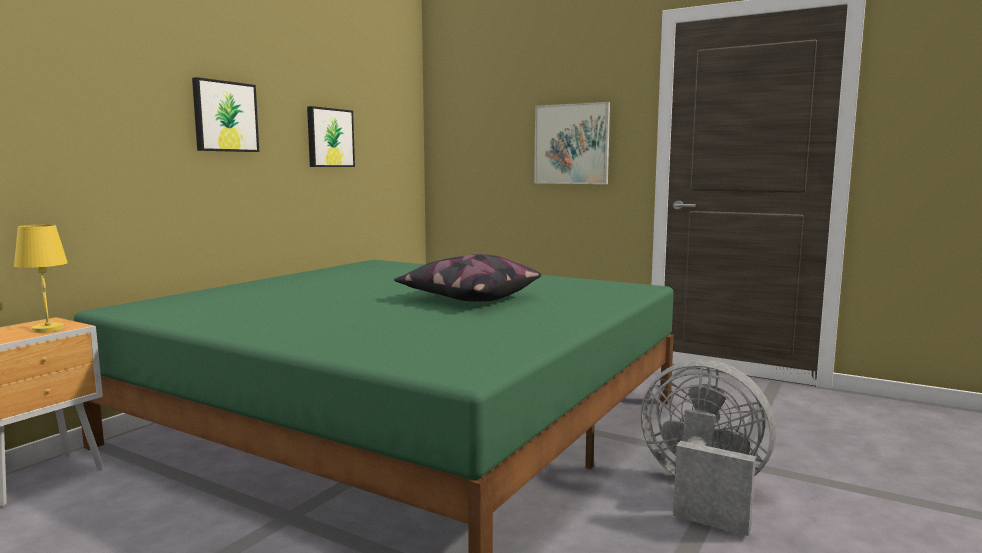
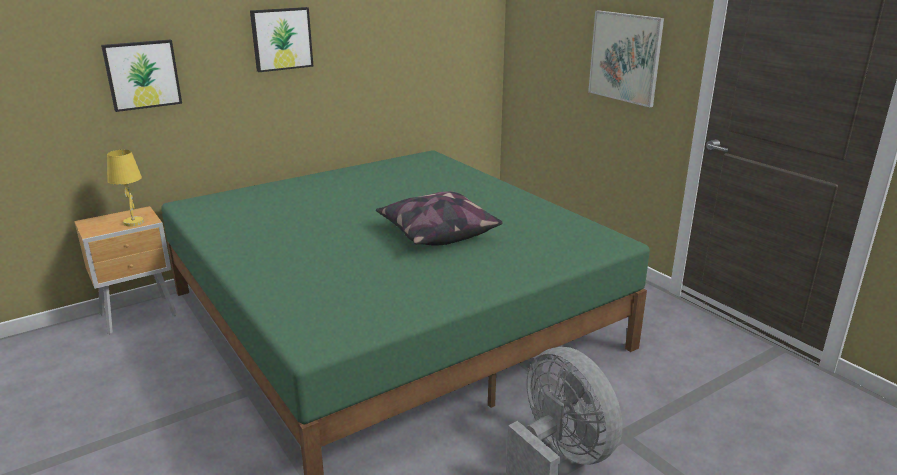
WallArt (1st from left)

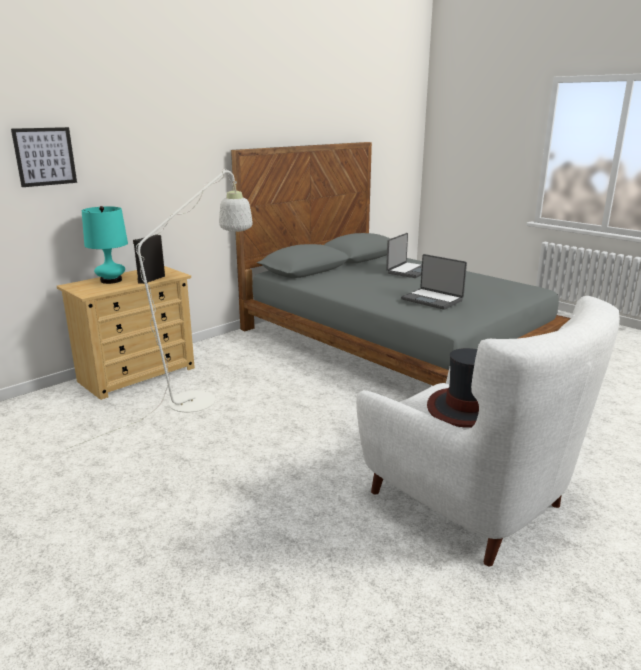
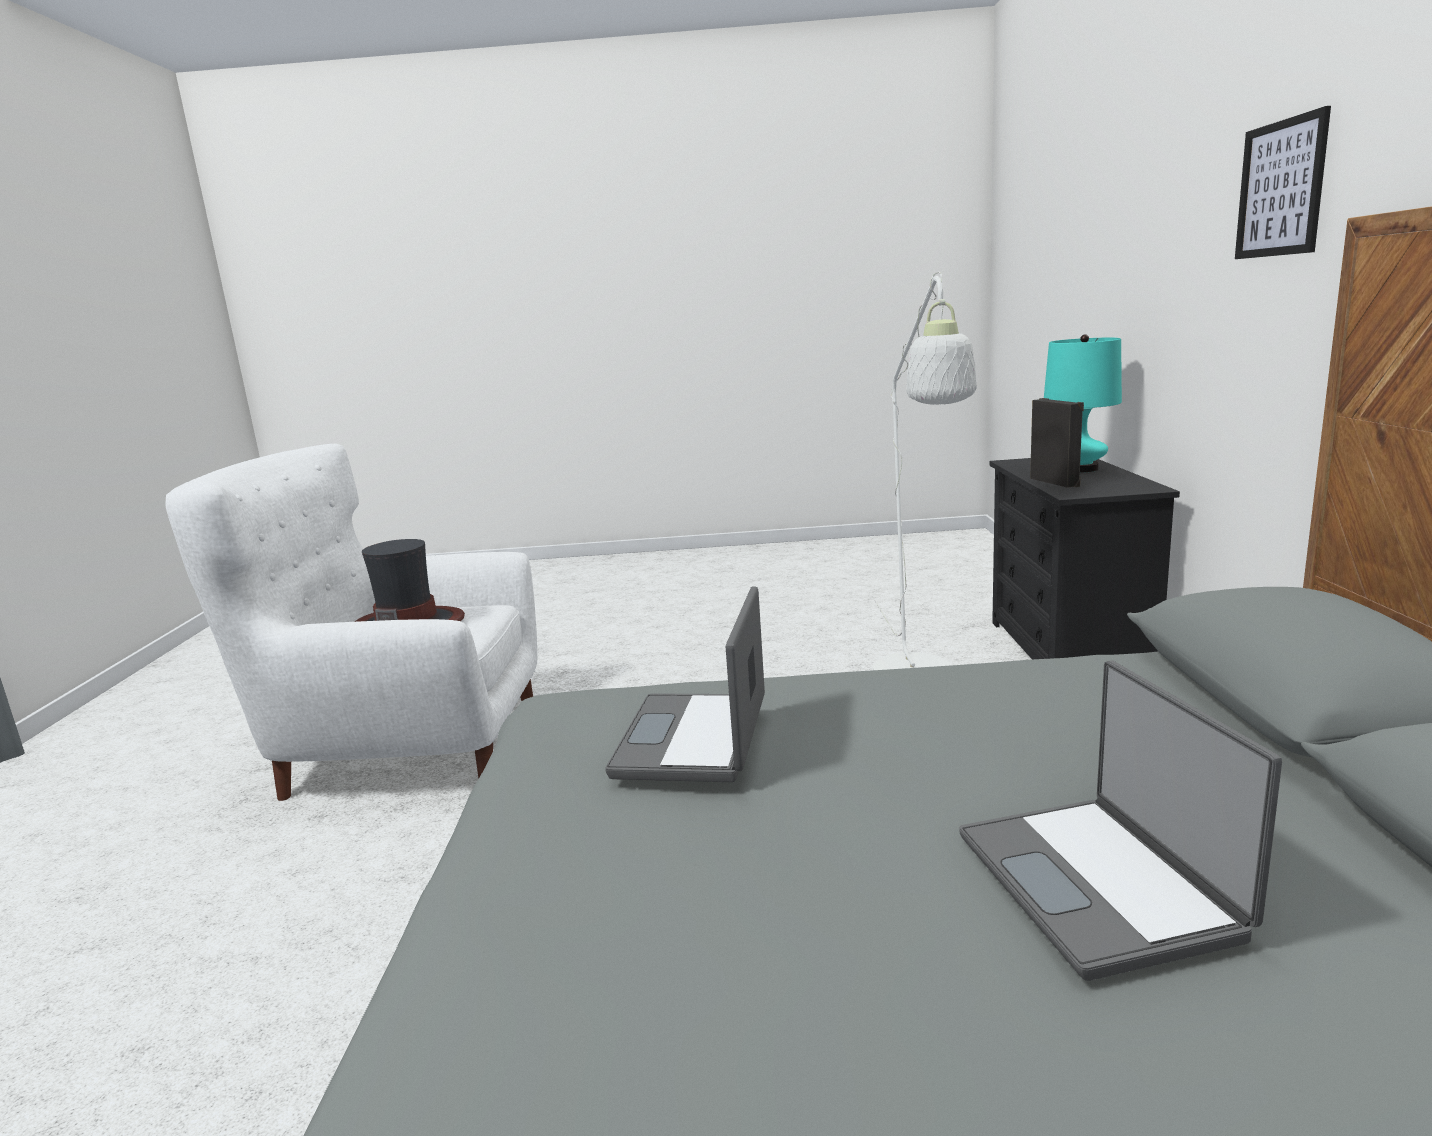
PortableComputer (1st from left)
BlackColouredChestOfDrawers
WallArt

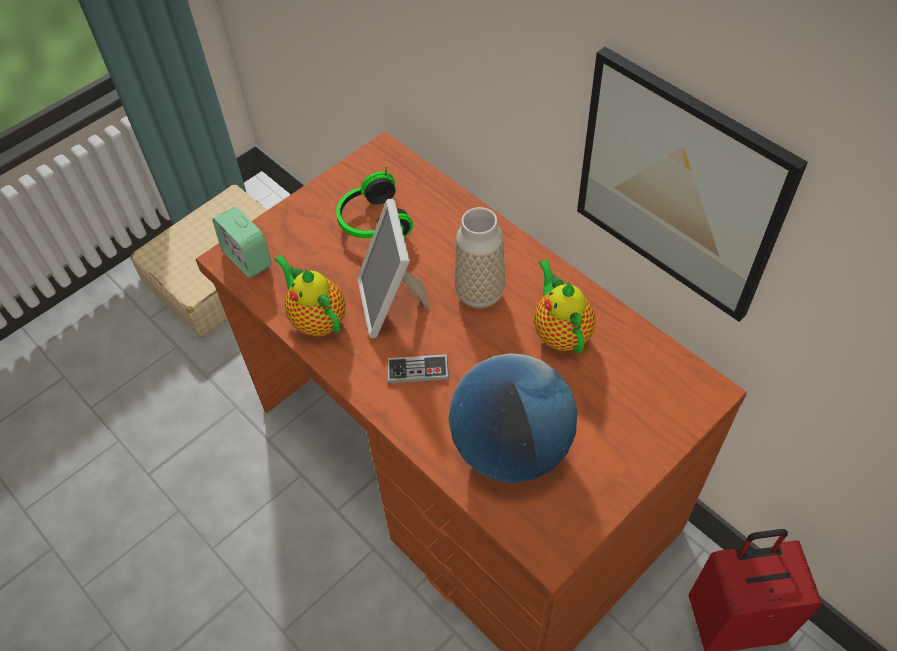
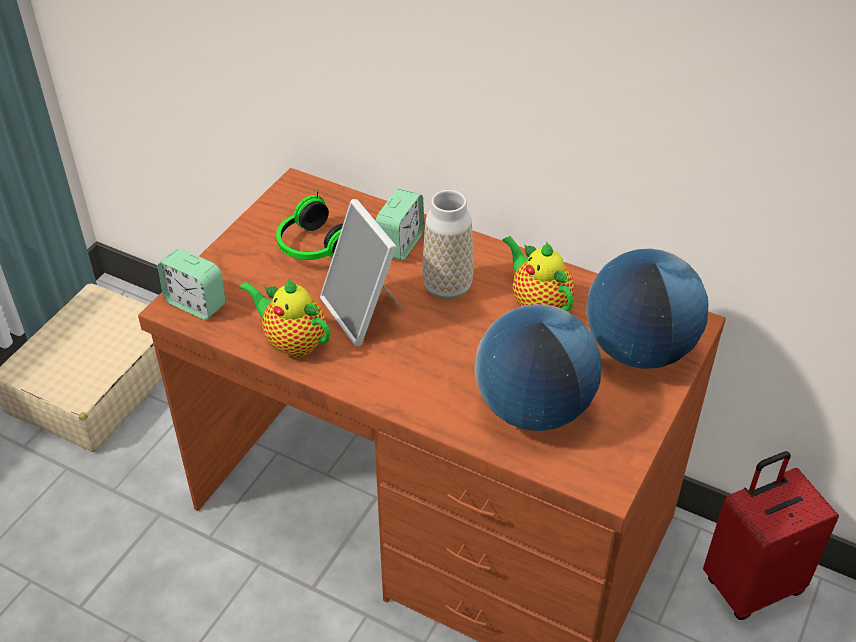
TableClock (2nd from left)
WorldGlobe (2nd from left)
Gamepad
WallArt

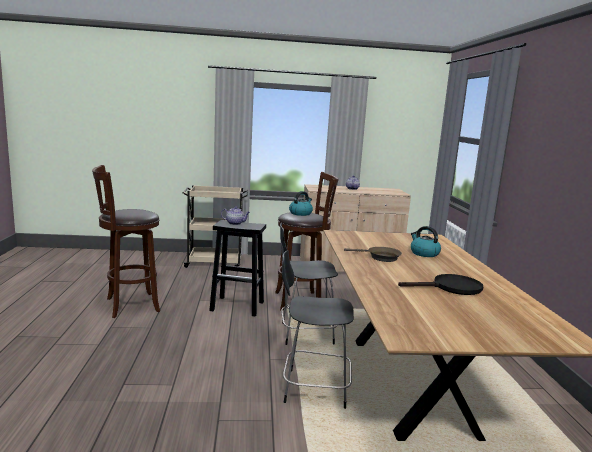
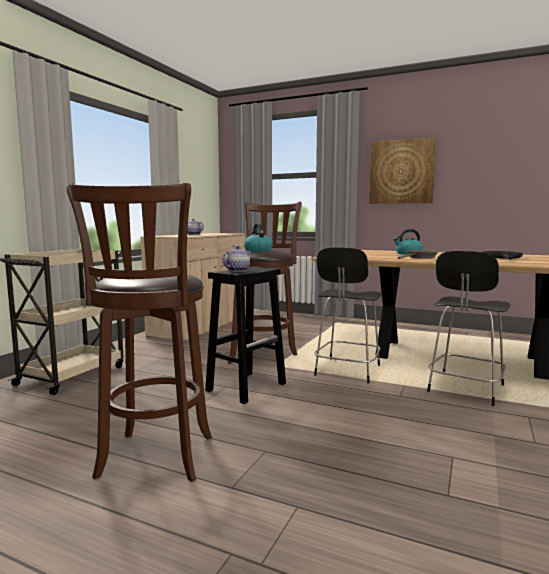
WallArt

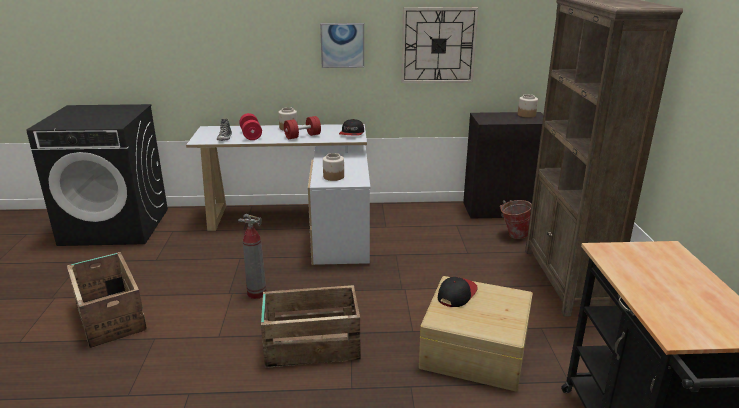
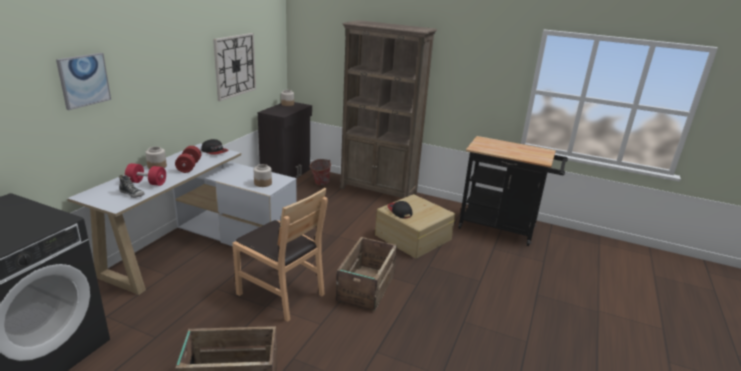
WallArt
BrownishChair

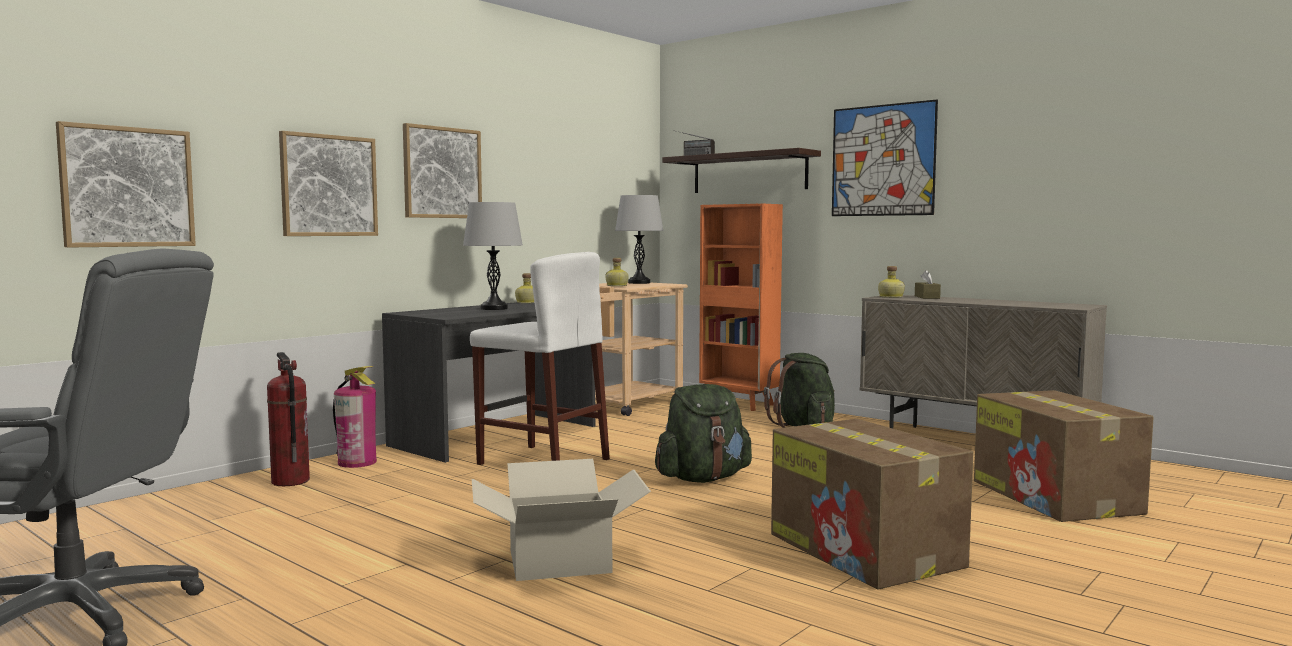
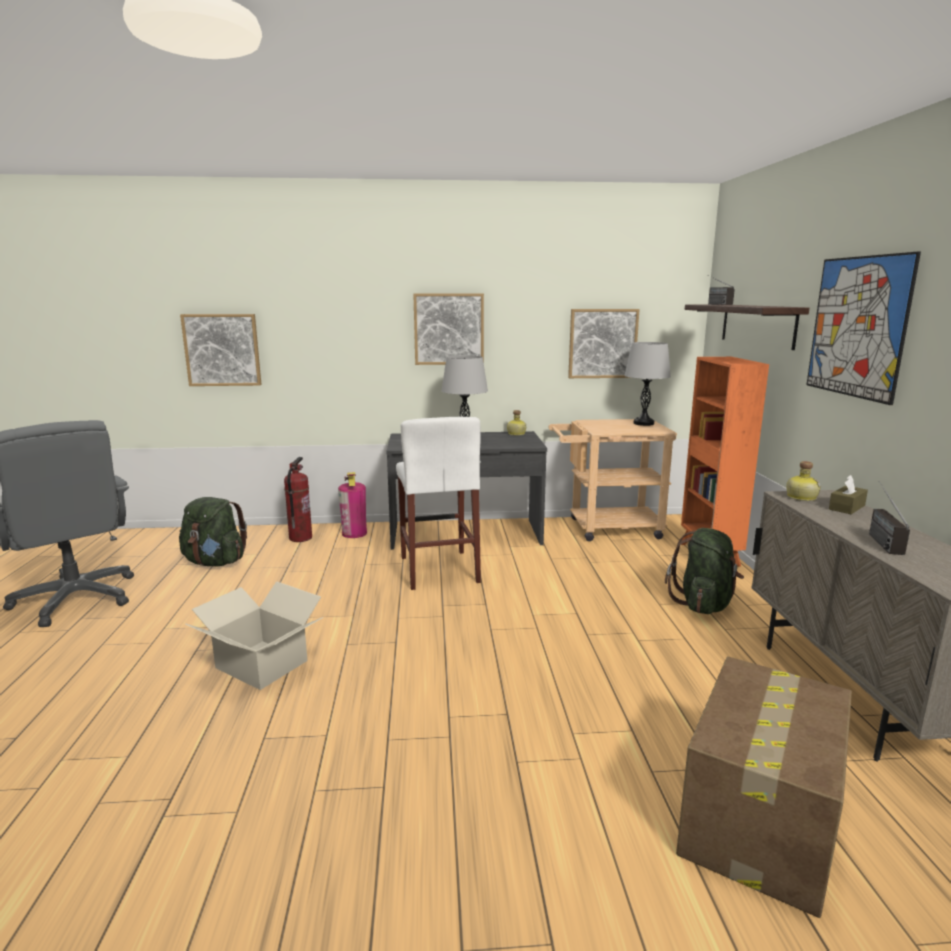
GreenishKnapsack (1st from left)
WallArt (3rd from left)
Radio (2nd from left)
DrinkBottle (2nd from left in the first image)
Carton (2nd from left in the first image)

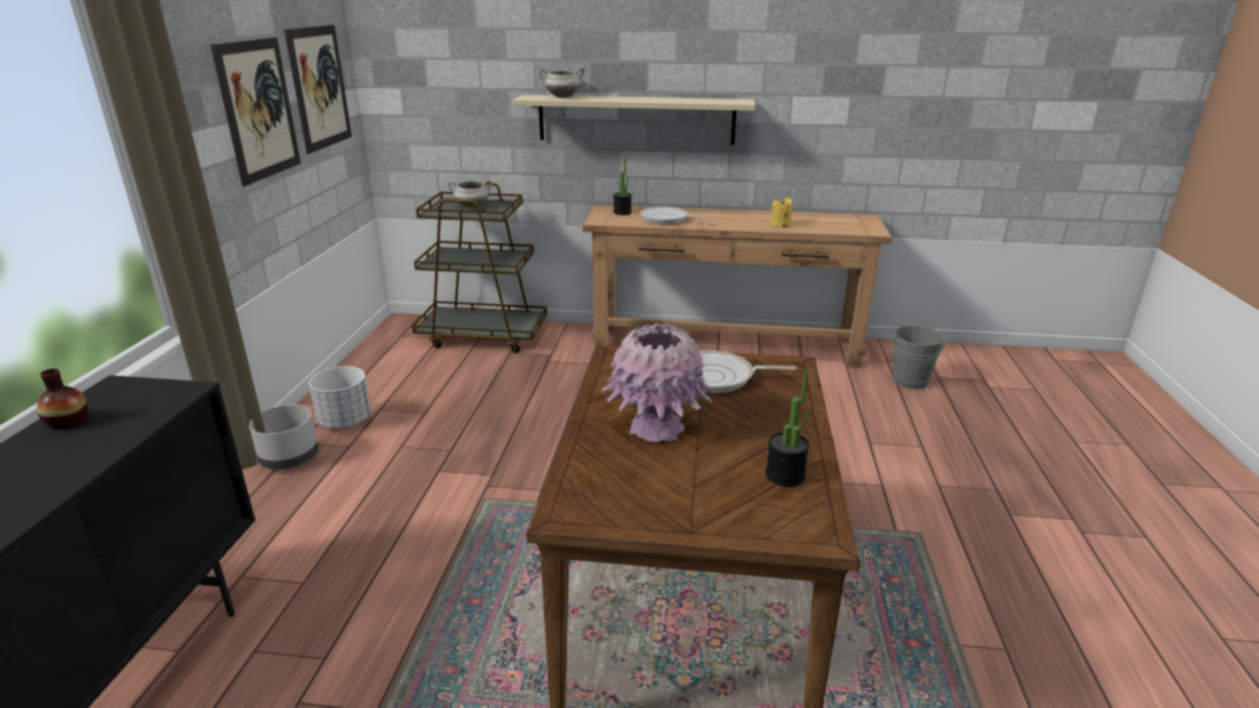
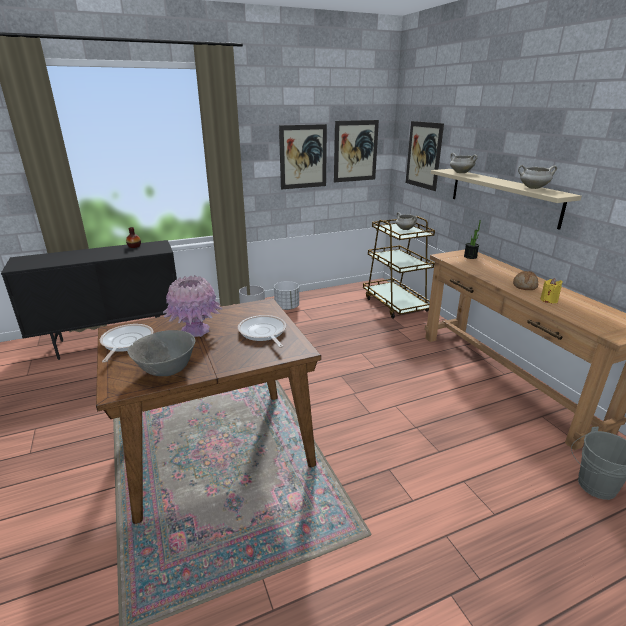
Skillet (1st from left)
GreyishServingBowl
WallArt (3rd from left)
Bread
WhiteColouredSaucepot (3rd from left)

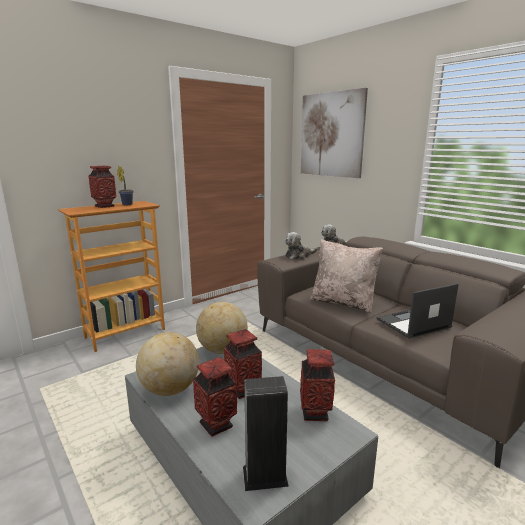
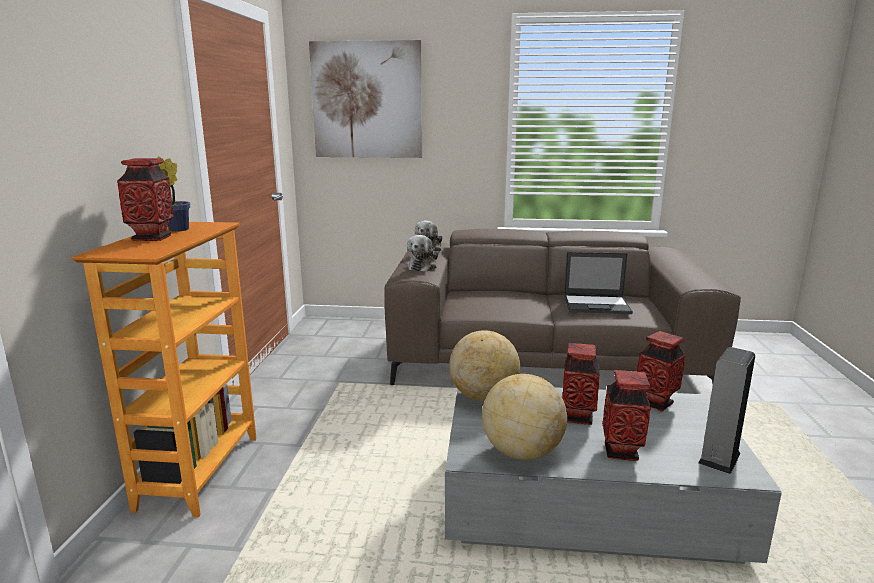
PortableComputer
BeigeColouredThrowPillow

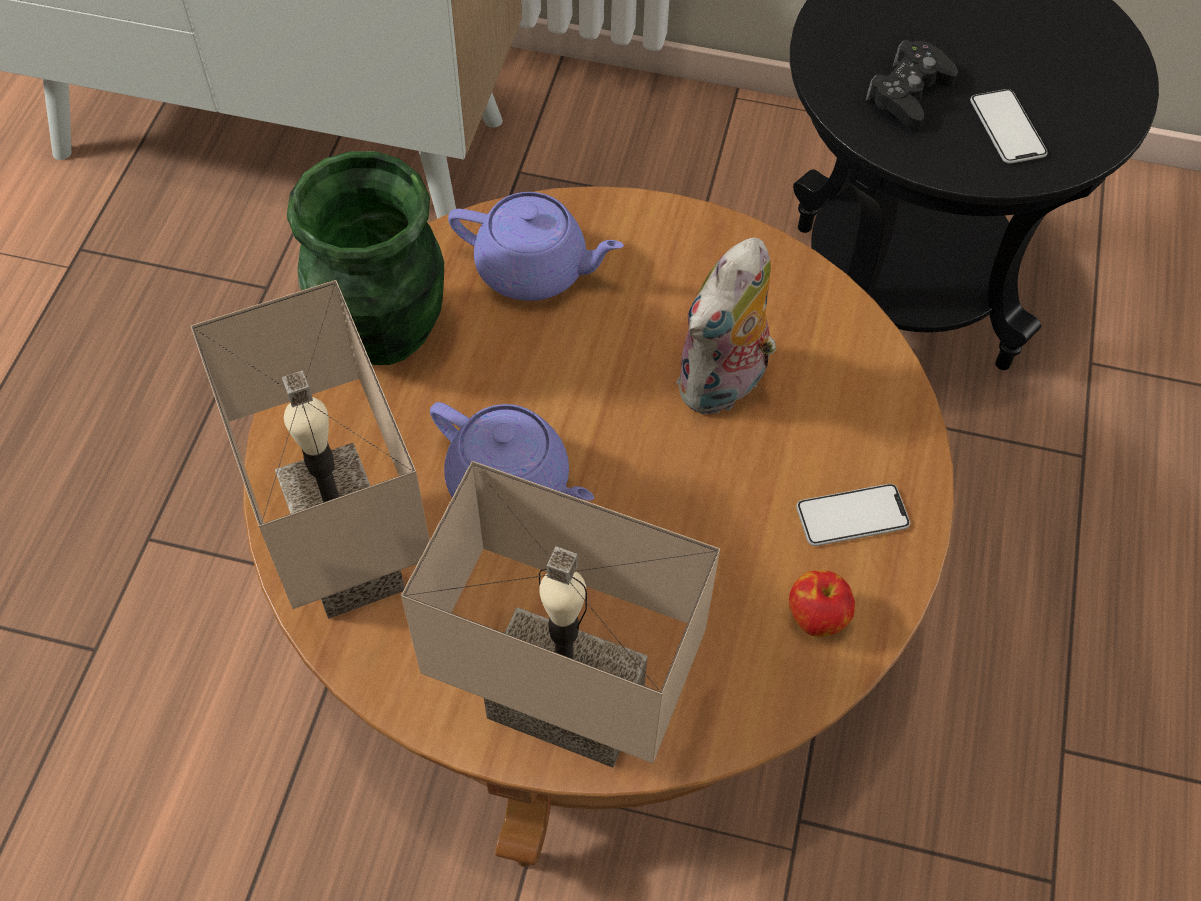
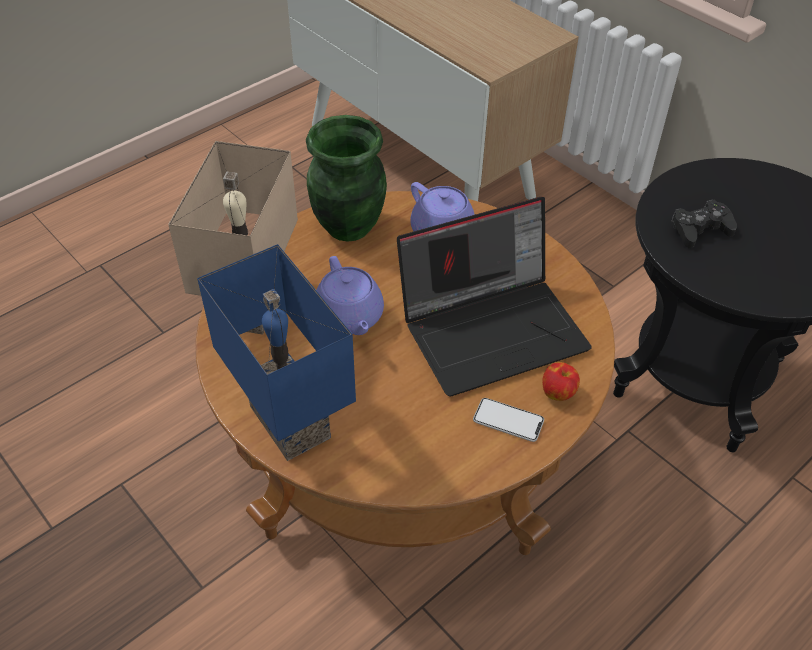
BlueTableLamp
PortableComputer
Apple
Telephone (2nd from left in the first image)

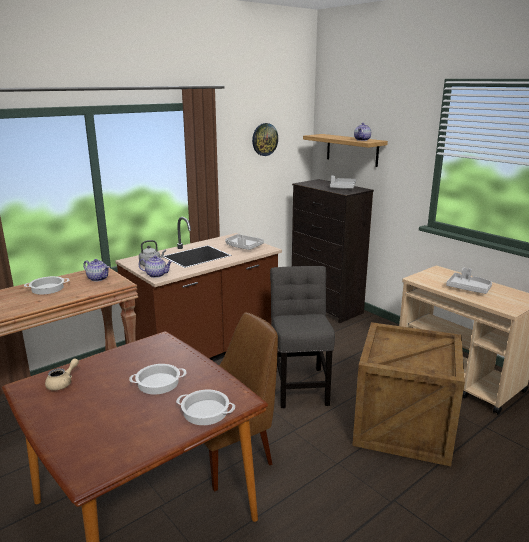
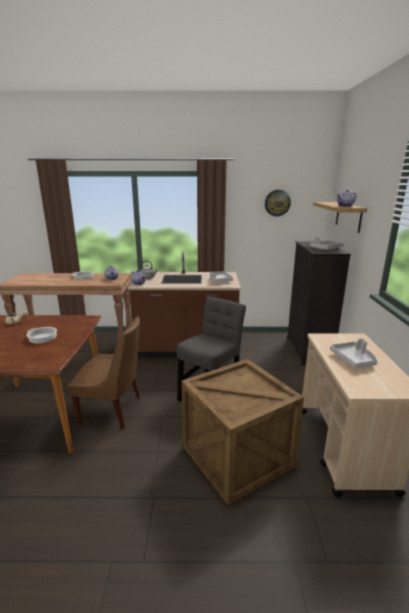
Saucepot (3rd from left in the first image)

